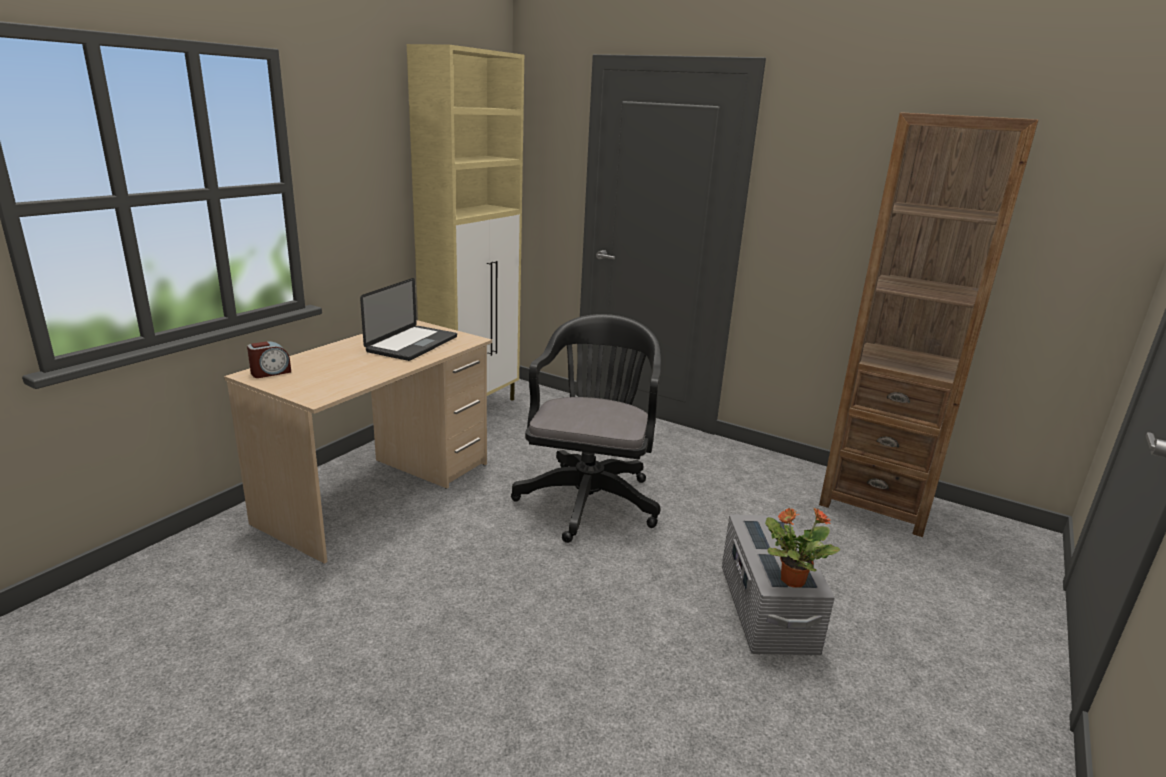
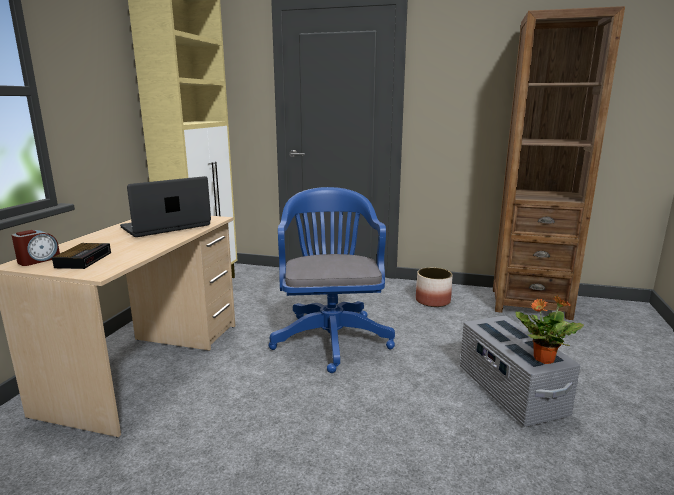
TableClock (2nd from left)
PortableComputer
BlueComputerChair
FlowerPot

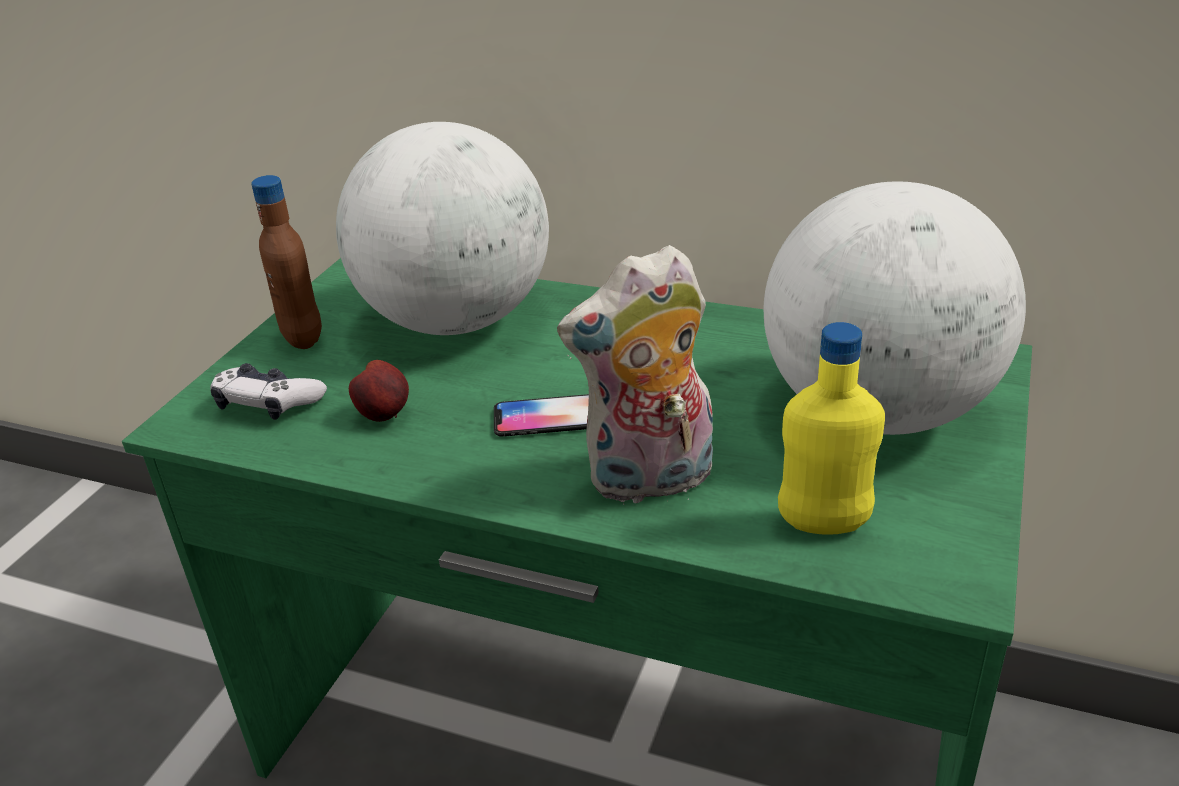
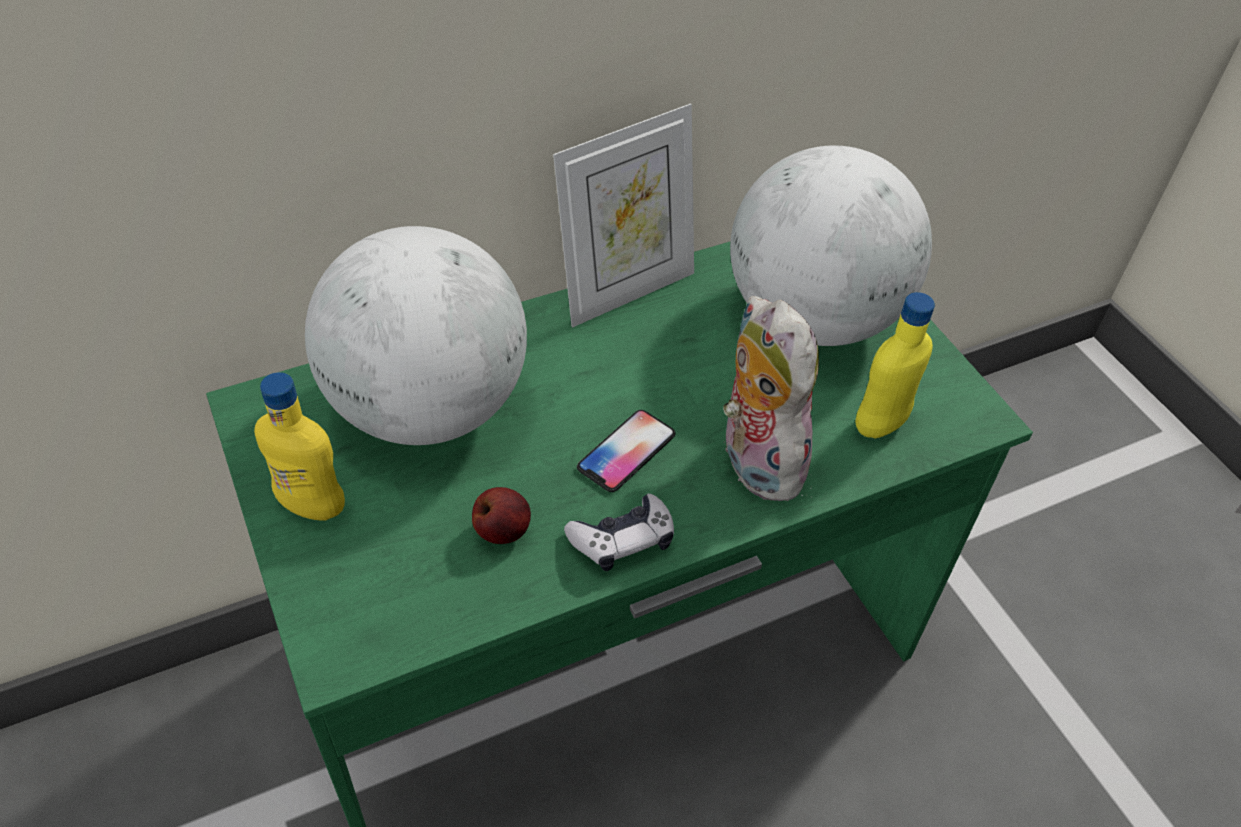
YellowColouredDrinkBottle (1st from left)
StandingFrame
Gamepad
CuddlyToy

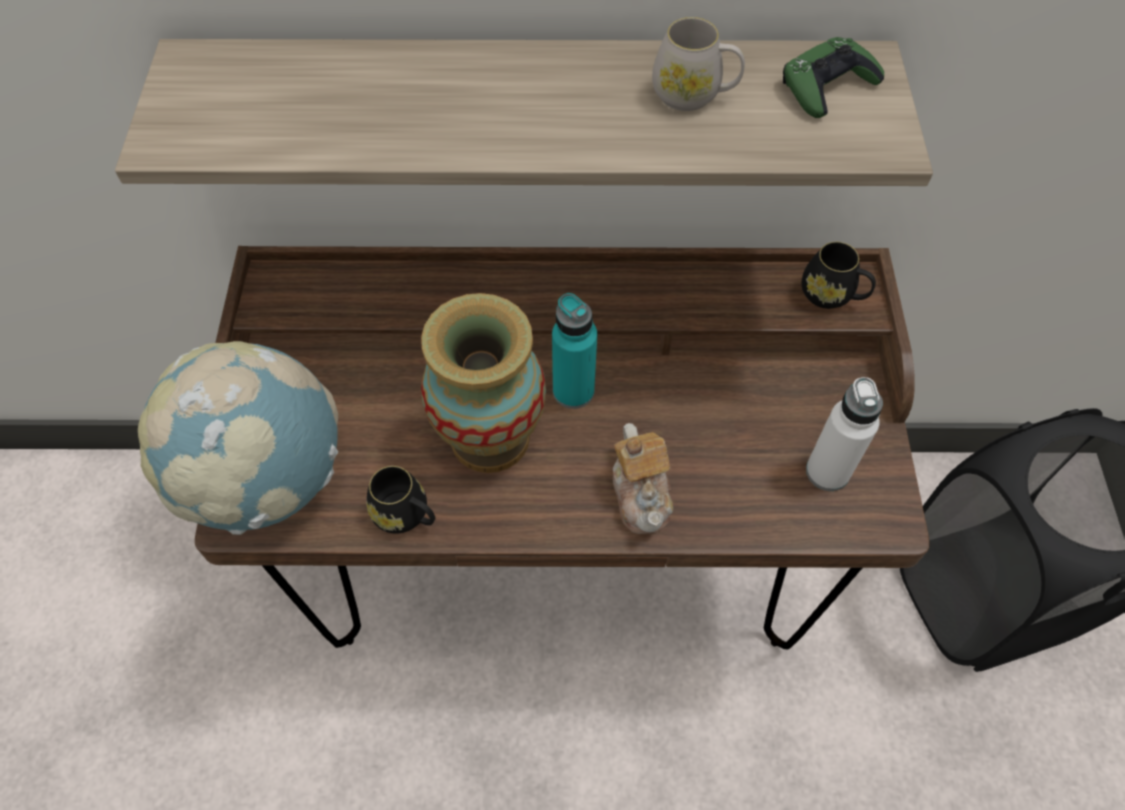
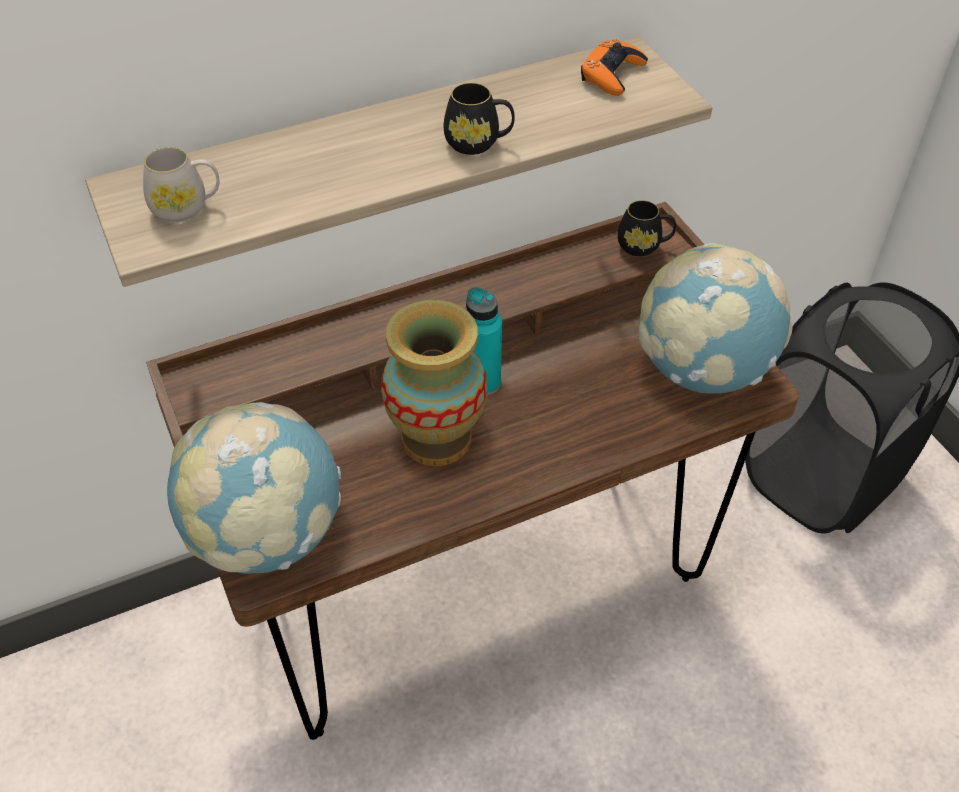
WhiteColouredTeaMug
BlackColouredTeaMug (1st from left)
OrangeGamepad
WorldGlobe (2nd from left)
TeaPot

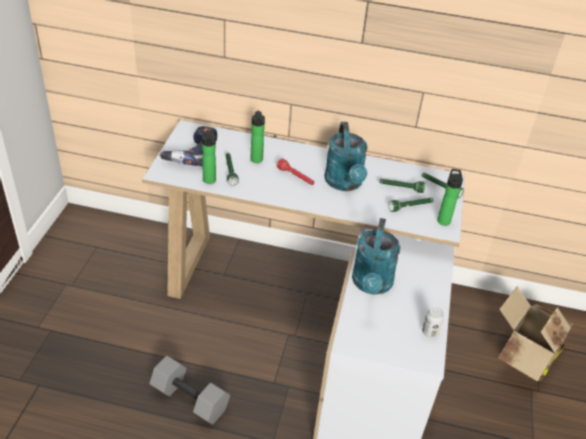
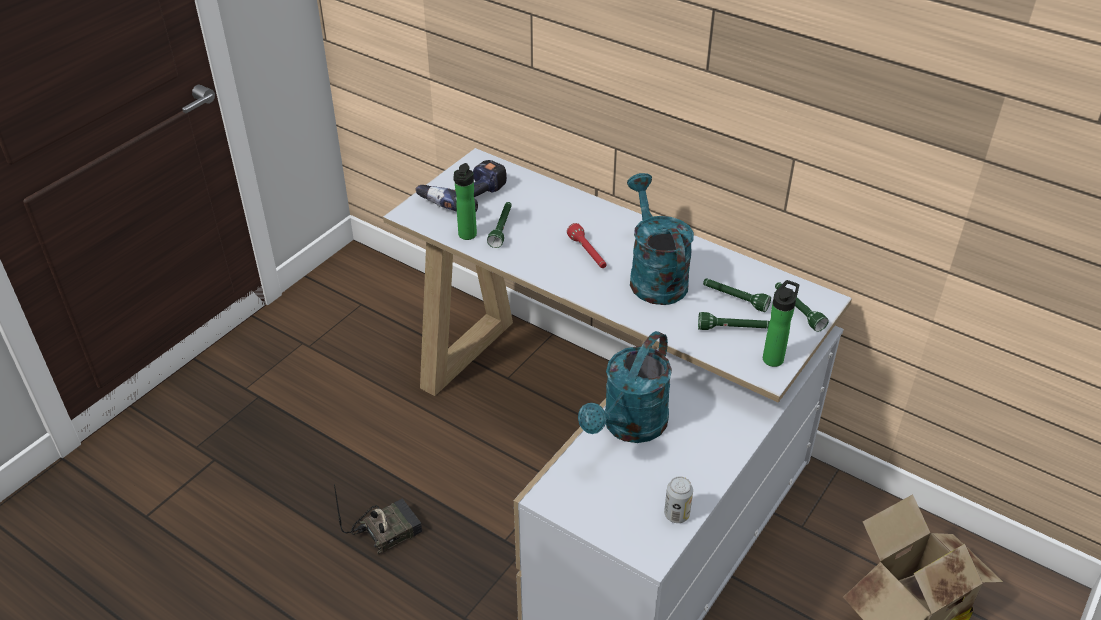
Radio
BlueGreenWateringCan (2nd from left)
DrinkBottle (2nd from left in the first image)

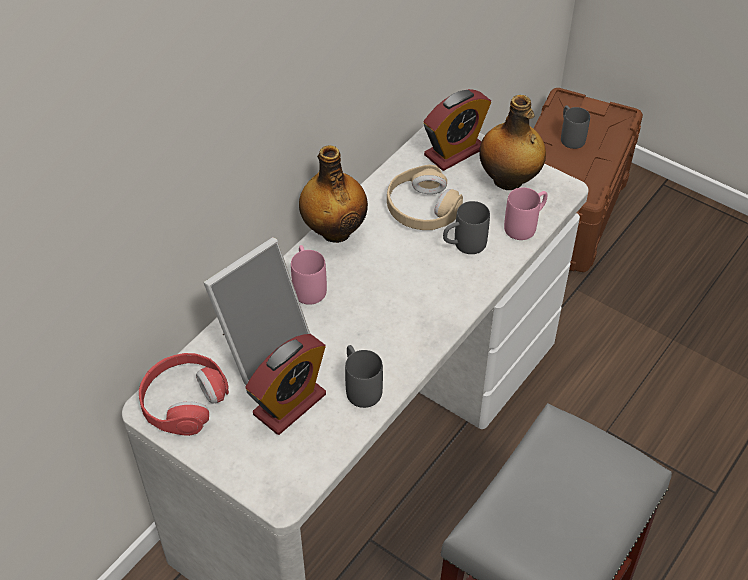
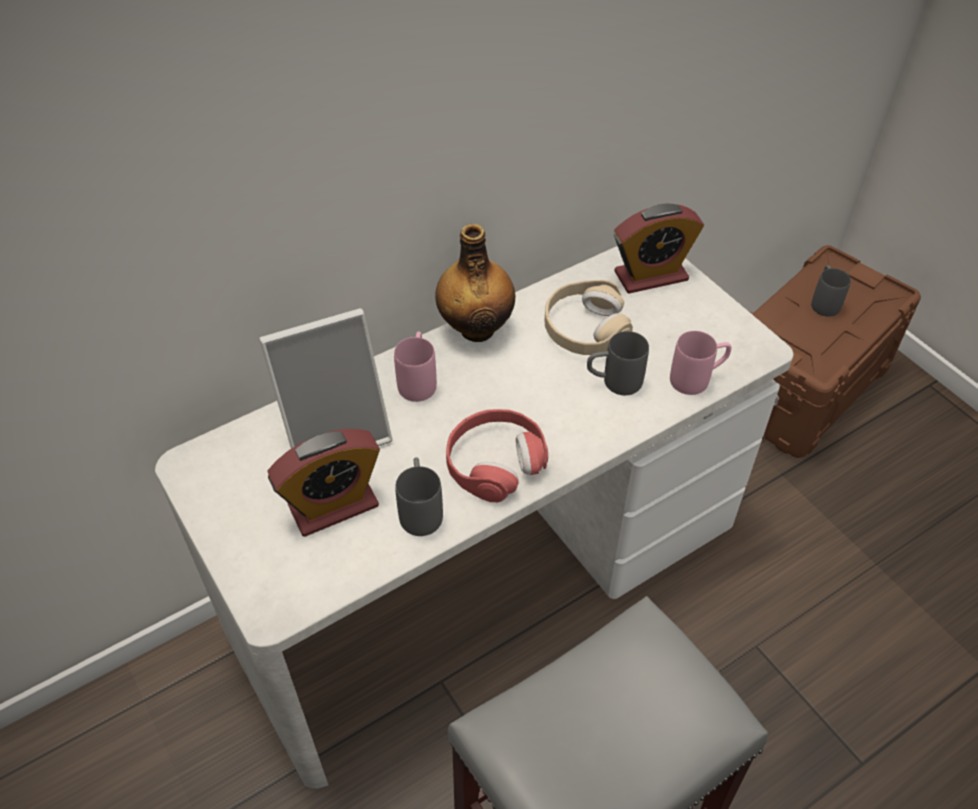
ReddishHeadset
DrinkBottle (2nd from left in the first image)

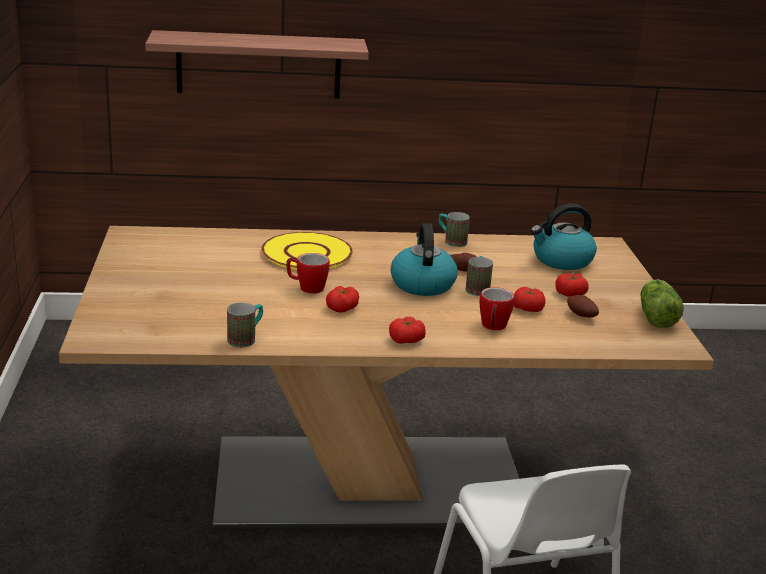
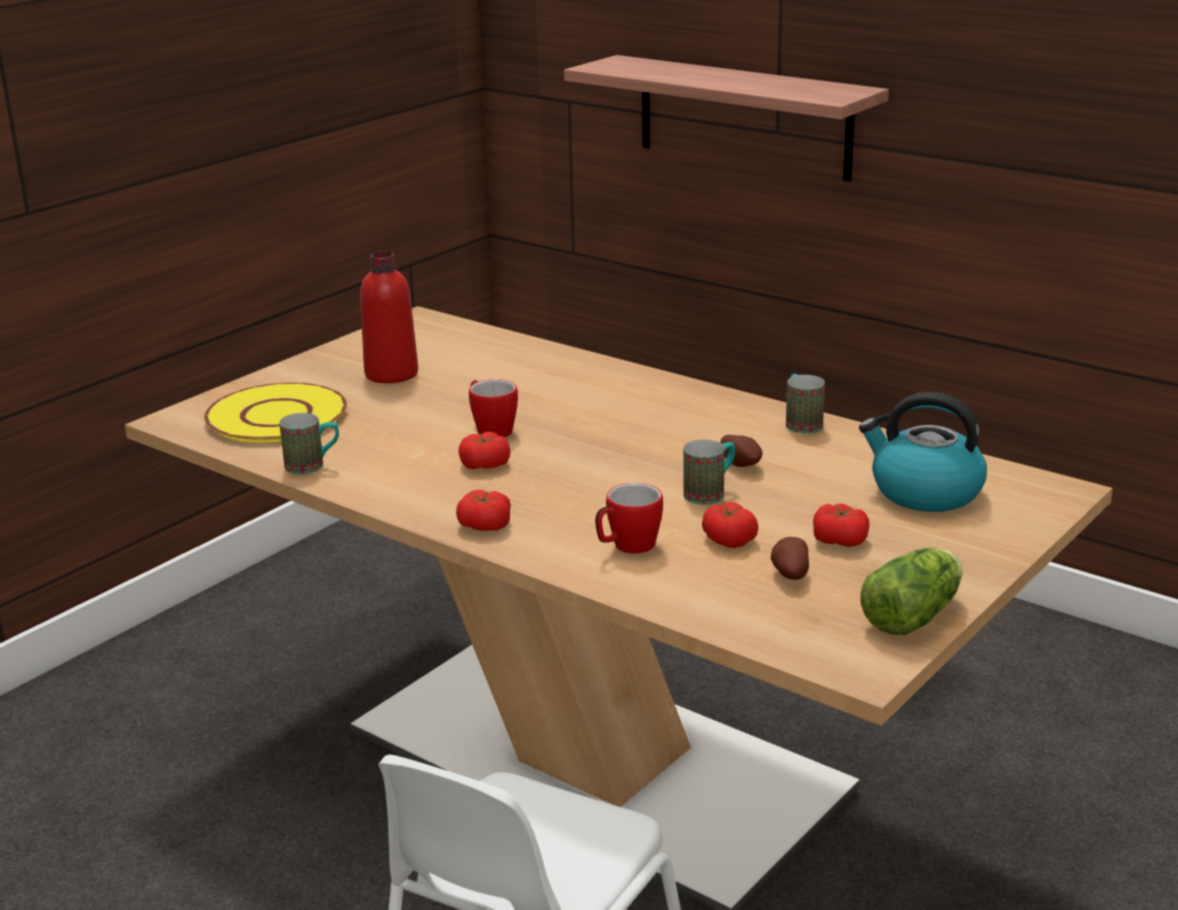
YellowColouredPlate
ReddishDrinkBottle
Kettle (1st from left in the first image)

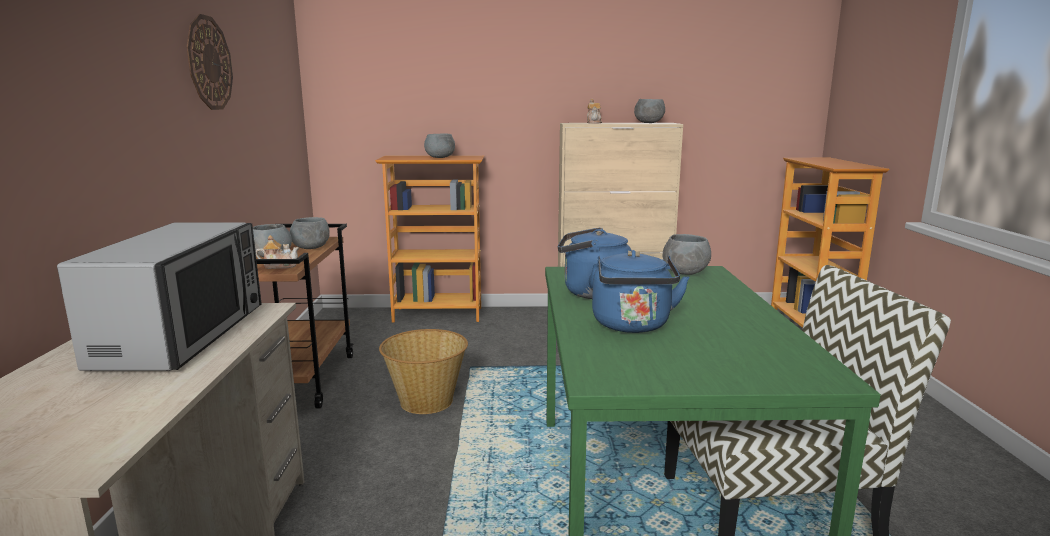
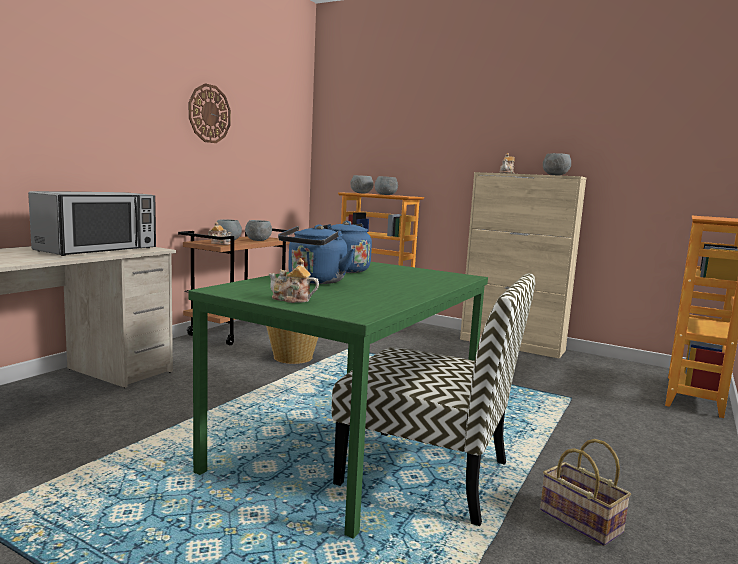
TeaPot (2nd from left)
GreyishServingBowl (3rd from left)
Basket (2nd from left)

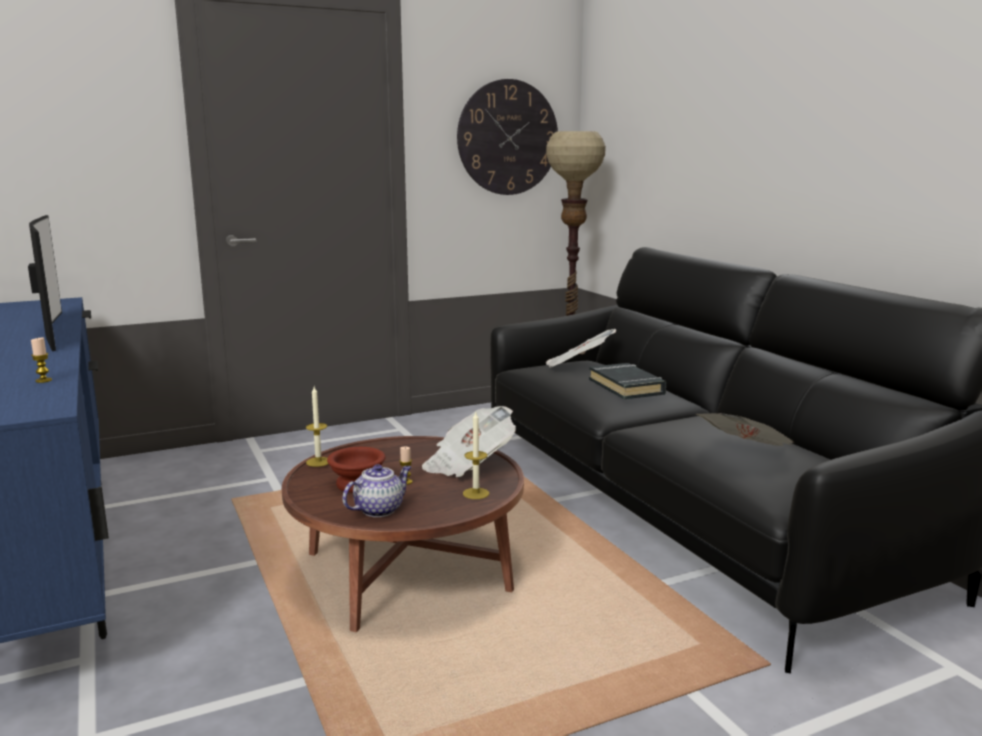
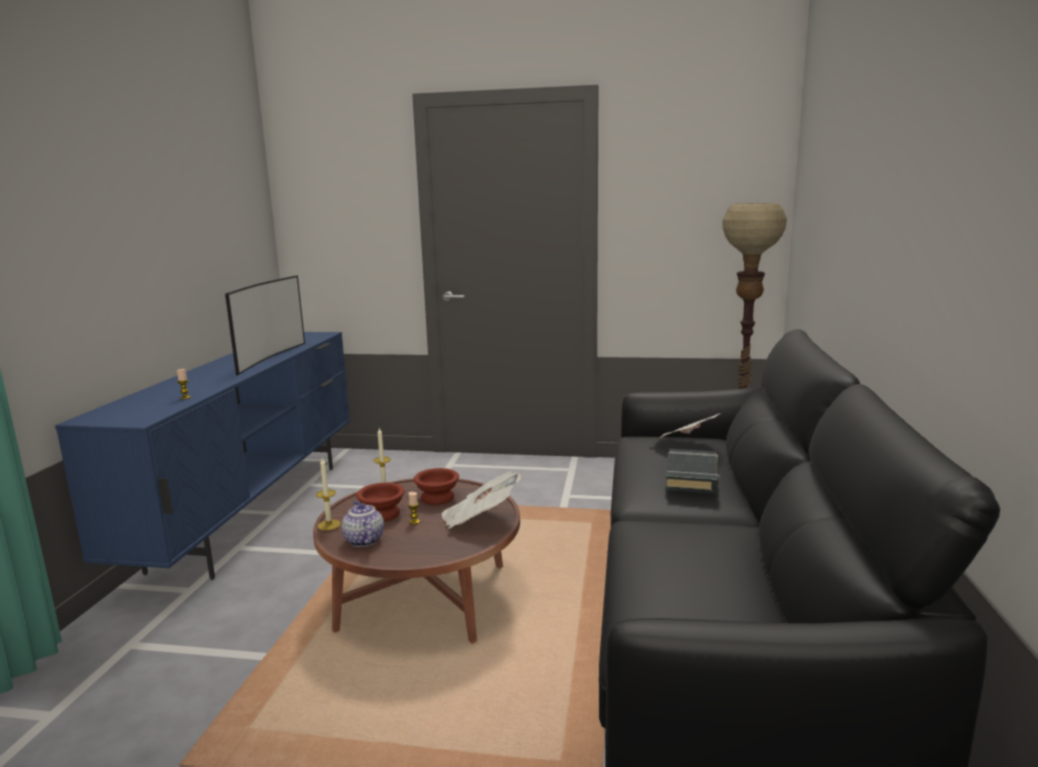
WaxLight (2nd from left)
TeaPot
BrownishServingBowl (2nd from left)
HangingClock
PrintedPaper (3rd from left in the first image)

